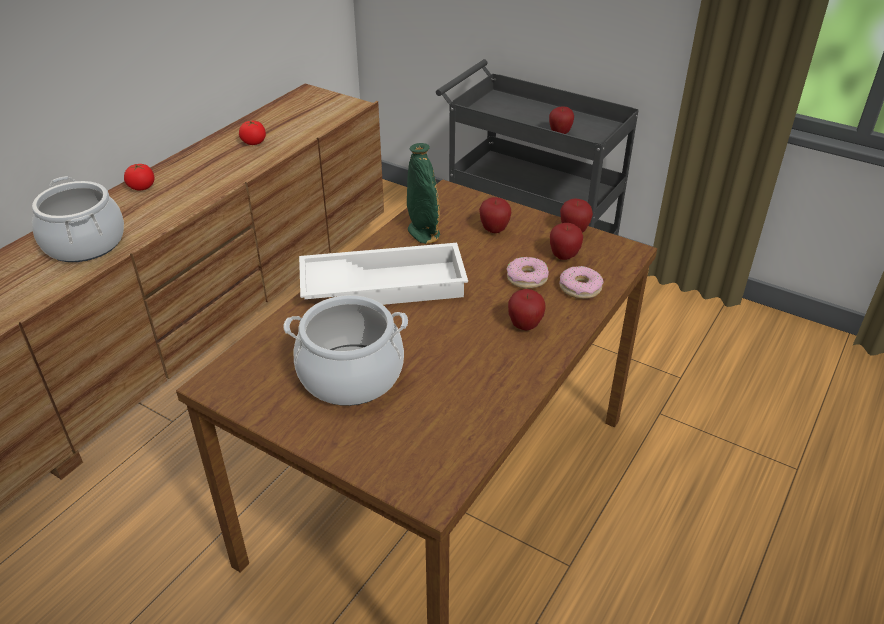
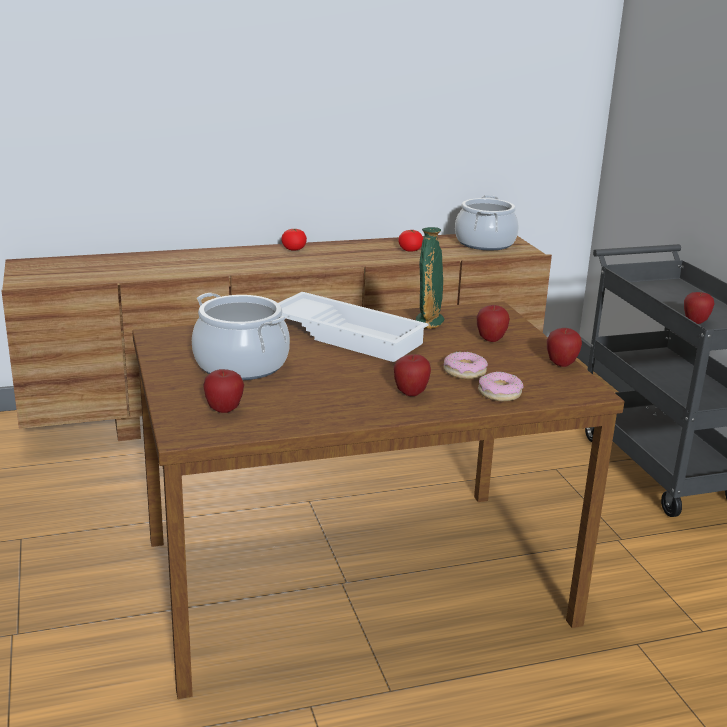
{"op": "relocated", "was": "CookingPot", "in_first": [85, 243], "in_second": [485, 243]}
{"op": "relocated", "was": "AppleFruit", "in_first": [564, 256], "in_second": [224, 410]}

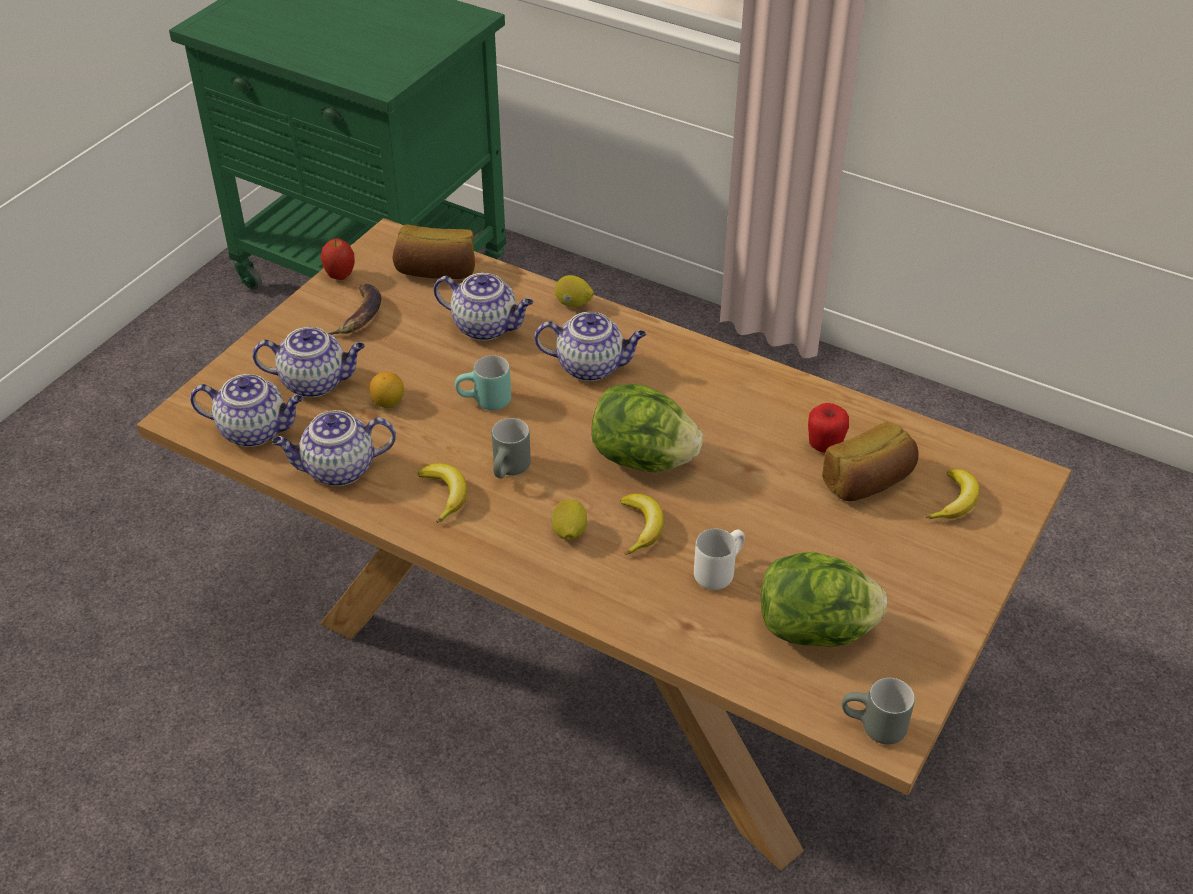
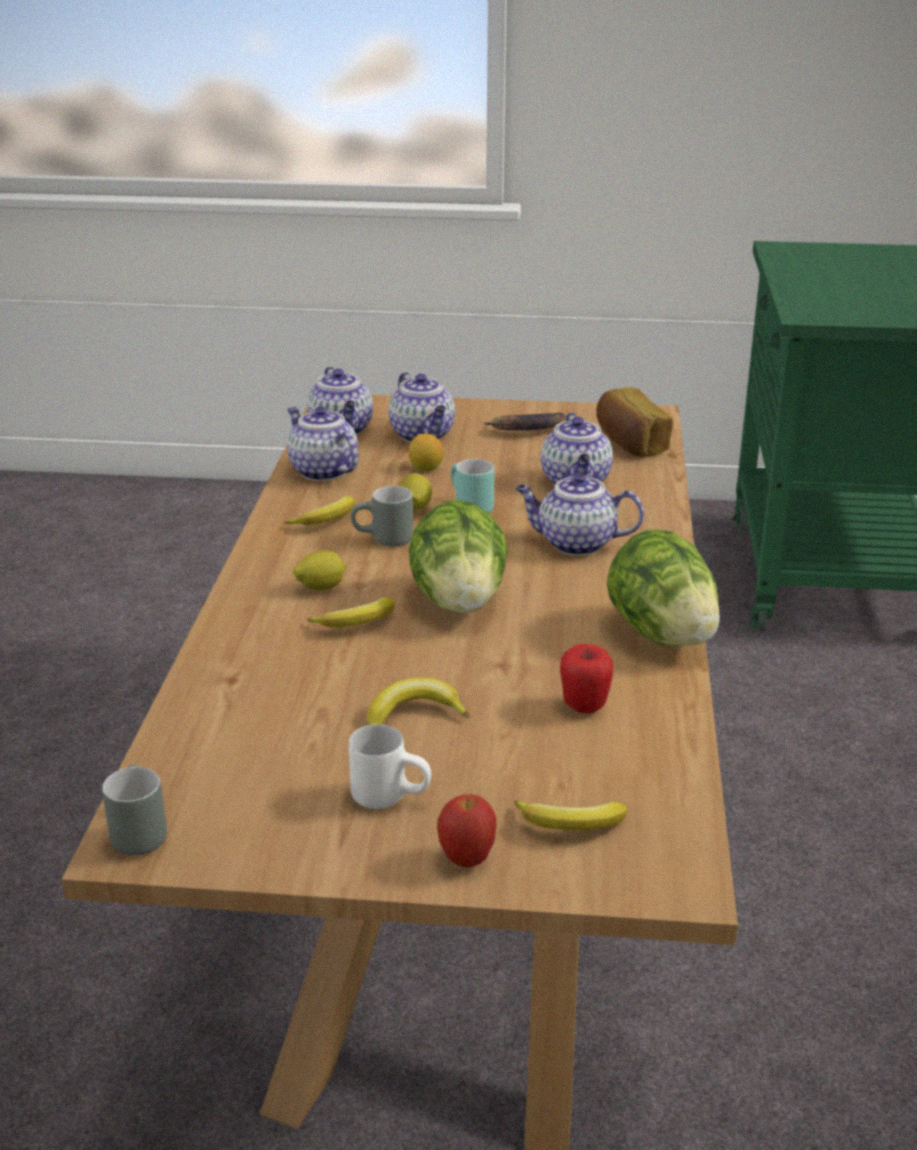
{"op": "missing", "was": "BakeryBread", "in_first": [869, 482]}
{"op": "appeared", "now": "Banana", "in_second": [414, 714]}
{"op": "relocated", "was": "AppleFruit", "in_first": [340, 276], "in_second": [467, 860]}
{"op": "relocated", "was": "Lemon", "in_first": [573, 304], "in_second": [414, 508]}
{"op": "relocated", "was": "WhitishMug", "in_first": [717, 570], "in_second": [391, 796]}
{"op": "relocated", "was": "LettuceHead", "in_first": [816, 630], "in_second": [662, 634]}
{"op": "spun", "was": "Teapot", "in_first": [591, 366], "in_second": [575, 544], "clockwise": 120}

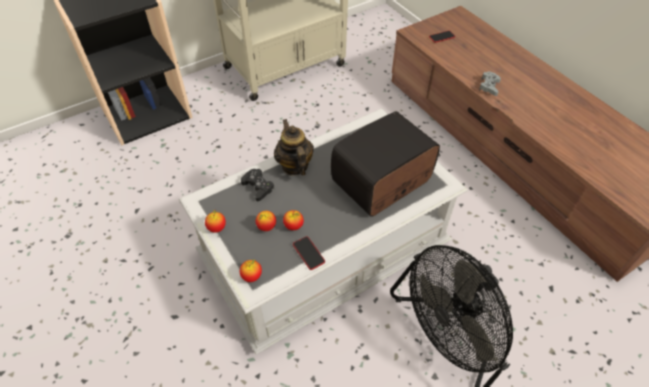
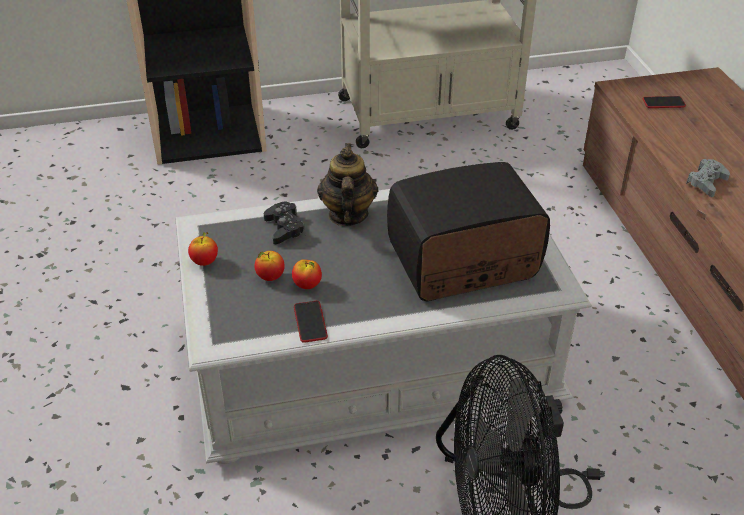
{"op": "missing", "was": "AppleFruit", "in_first": [252, 276]}

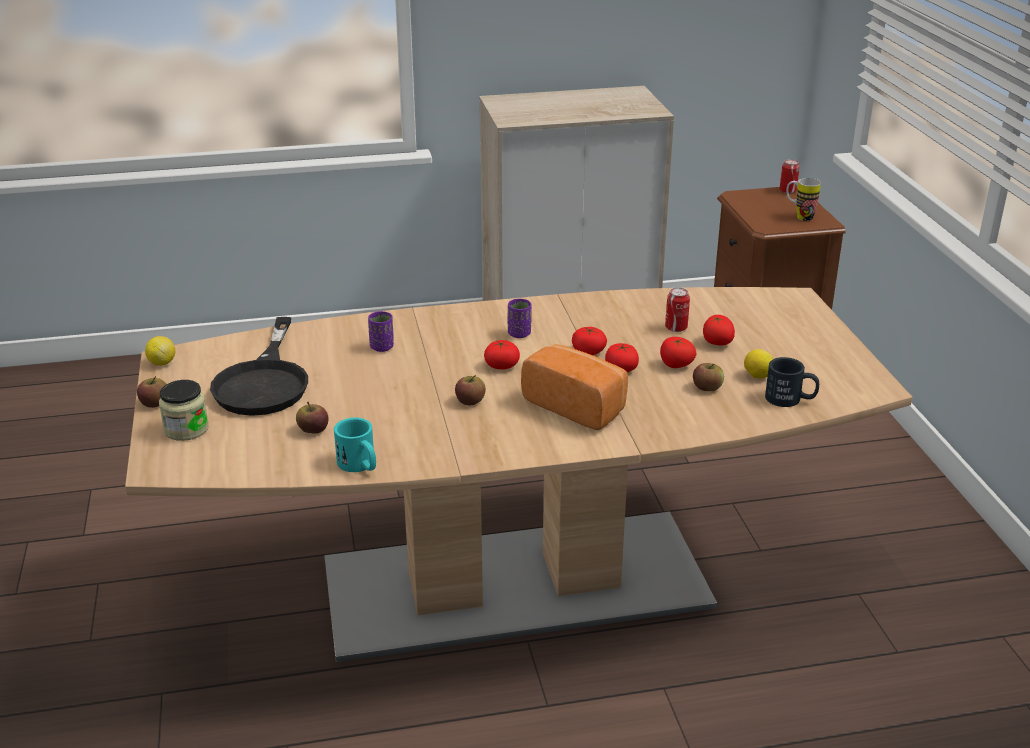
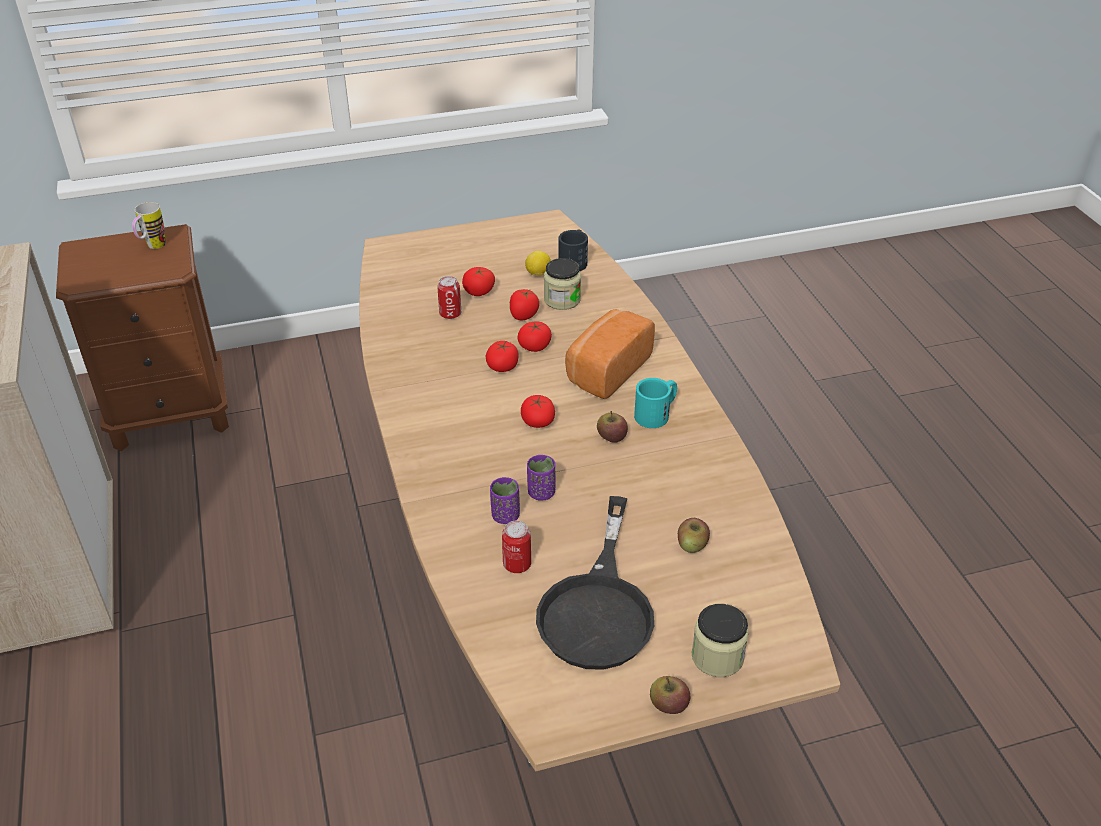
{"op": "missing", "was": "Lemon", "in_first": [162, 363]}
{"op": "relocated", "was": "BlueGreenMug", "in_first": [360, 465], "in_second": [657, 413]}
{"op": "relocated", "was": "PurpleColouredCup", "in_first": [519, 334], "in_second": [541, 493]}
{"op": "relocated", "was": "Can", "in_first": [787, 191], "in_second": [517, 564]}
{"op": "exchanged", "was": "AppleFruit", "now": "PreserveJar", "in_first": [707, 388], "in_second": [562, 300]}
{"op": "spun", "was": "BlackishPan", "in_first": [264, 381], "in_second": [598, 607], "clockwise": 105}

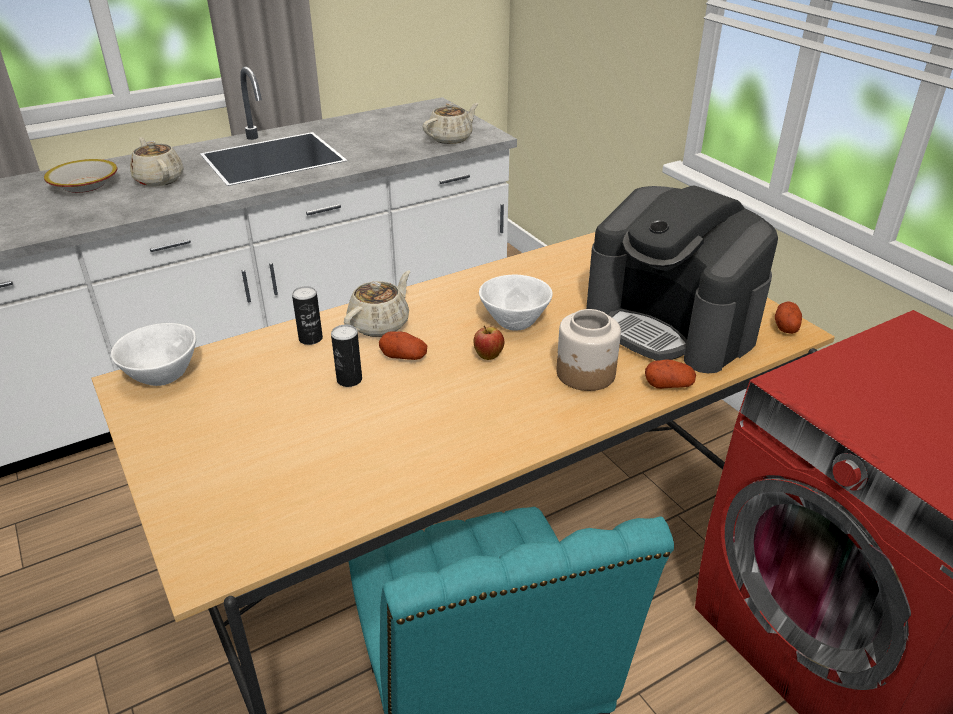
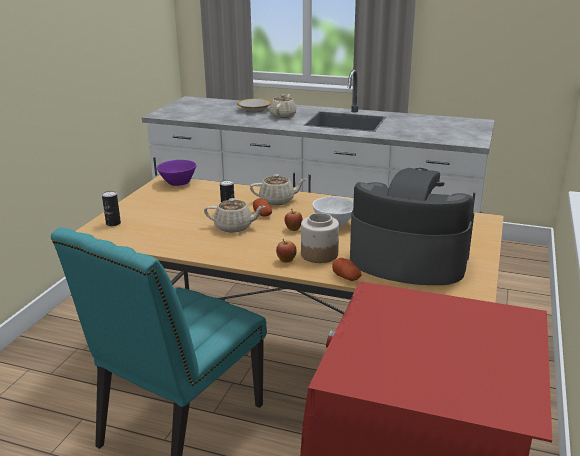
{"op": "missing", "was": "Spud", "in_first": [785, 326]}
{"op": "appeared", "now": "AppleFruit", "in_second": [286, 261]}
{"op": "relocated", "was": "Can", "in_first": [310, 338], "in_second": [113, 223]}
{"op": "relocated", "was": "BeigeColouredTeapot", "in_first": [451, 138], "in_second": [234, 227]}
{"op": "colour", "was": "WhitishBowl", "now": "PurpleColouredBowl", "in_first": [161, 374], "in_second": [178, 182]}
{"op": "spun", "was": "CoffeeMachine", "in_first": [671, 324], "in_second": [407, 260], "clockwise": 105}

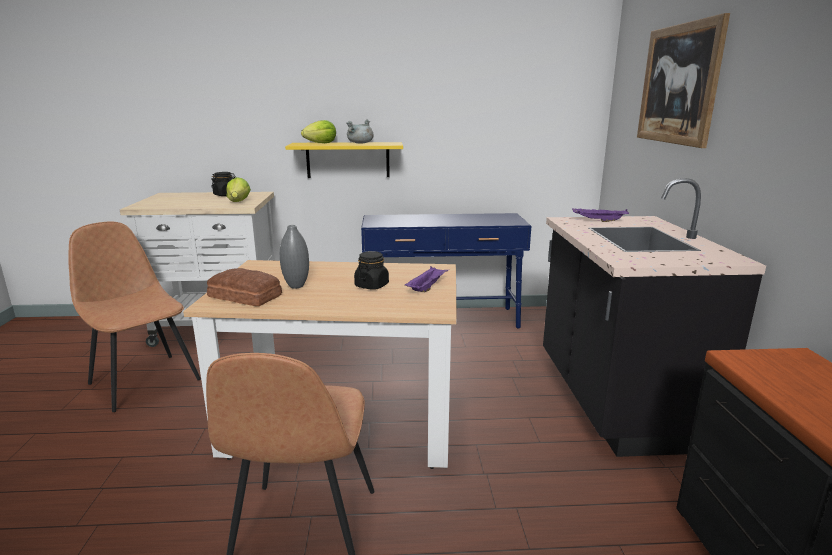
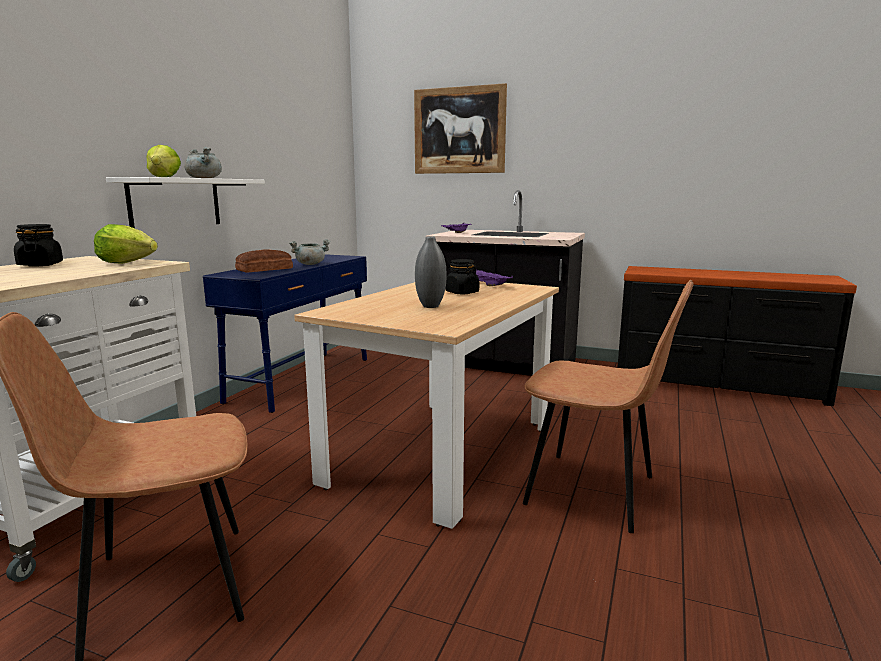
{"op": "appeared", "now": "GrayCookingPot", "in_second": [310, 264]}
{"op": "relocated", "was": "BakeryBread", "in_first": [244, 296], "in_second": [265, 269]}
{"op": "colour", "was": "YellowishBracketShelf", "now": "WhitishBracketShelf", "in_first": [348, 160], "in_second": [175, 203]}

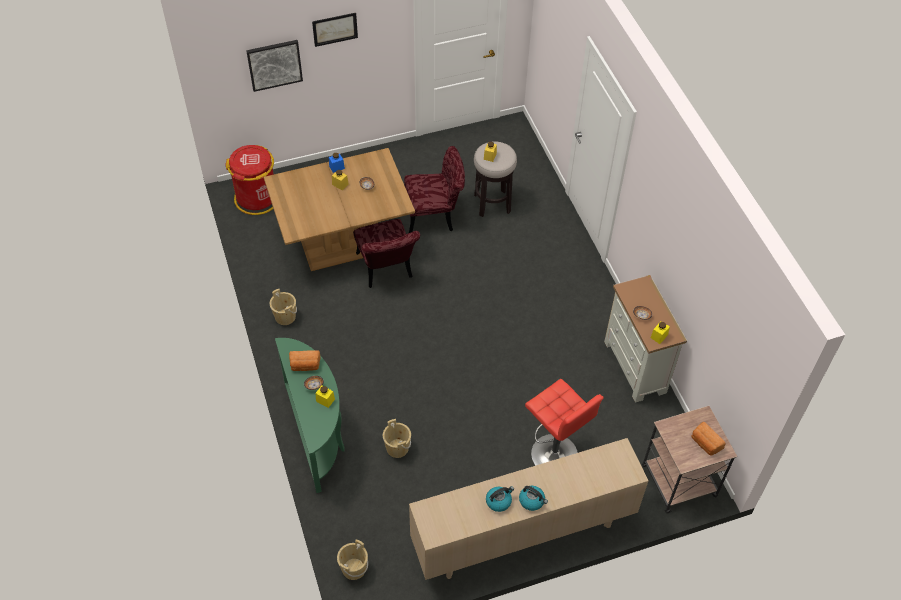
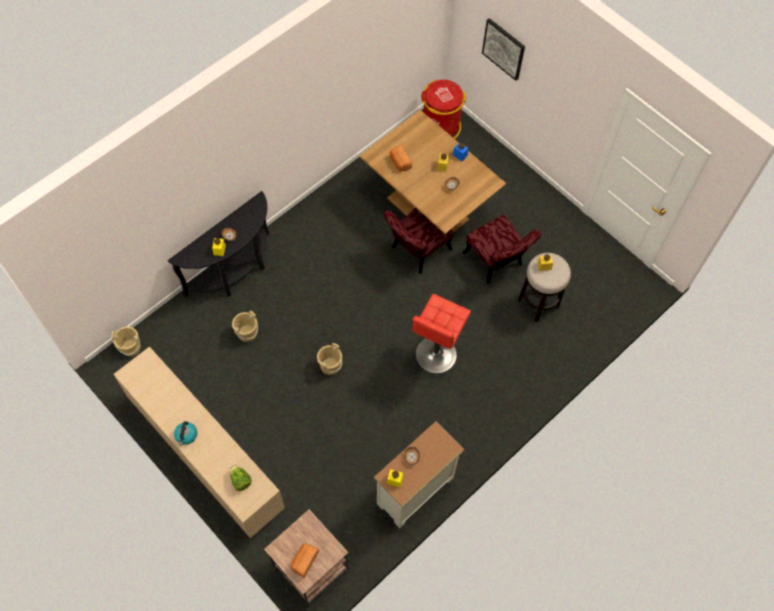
{"op": "missing", "was": "WallArt", "in_first": [335, 29]}
{"op": "missing", "was": "TeaKettle", "in_first": [499, 501]}
{"op": "appeared", "now": "LettuceHead", "in_second": [240, 480]}
{"op": "relocated", "was": "BeigeColouredBucket", "in_first": [285, 317], "in_second": [330, 366]}
{"op": "relocated", "was": "BakeryBread", "in_first": [305, 366], "in_second": [399, 162]}
{"op": "relocated", "was": "RedColouredStoolSeat", "in_first": [554, 455], "in_second": [435, 354]}
{"op": "colour", "was": "GreenNarrowTable", "now": "BlackishNarrowTable", "in_first": [317, 434], "in_second": [235, 272]}

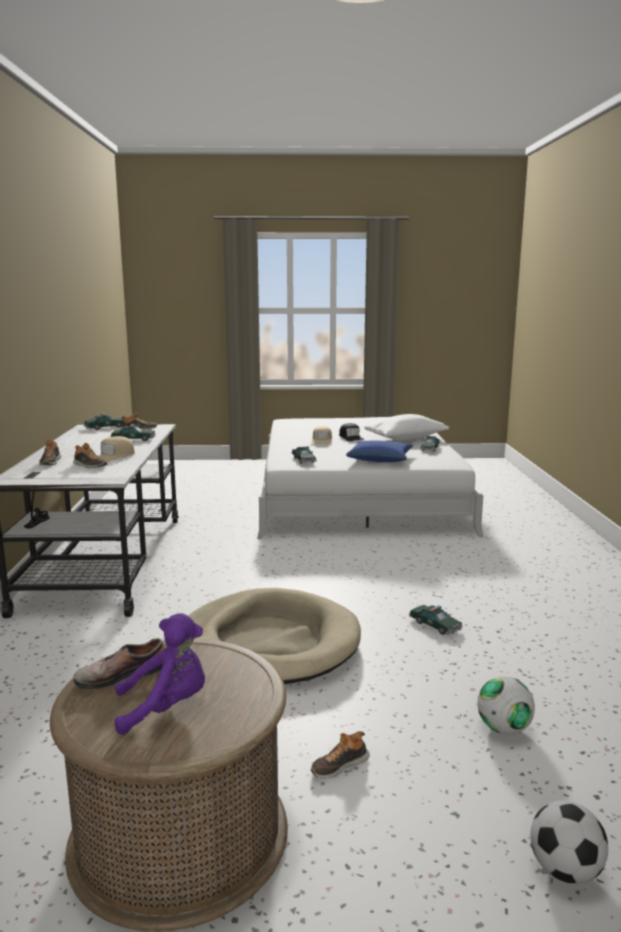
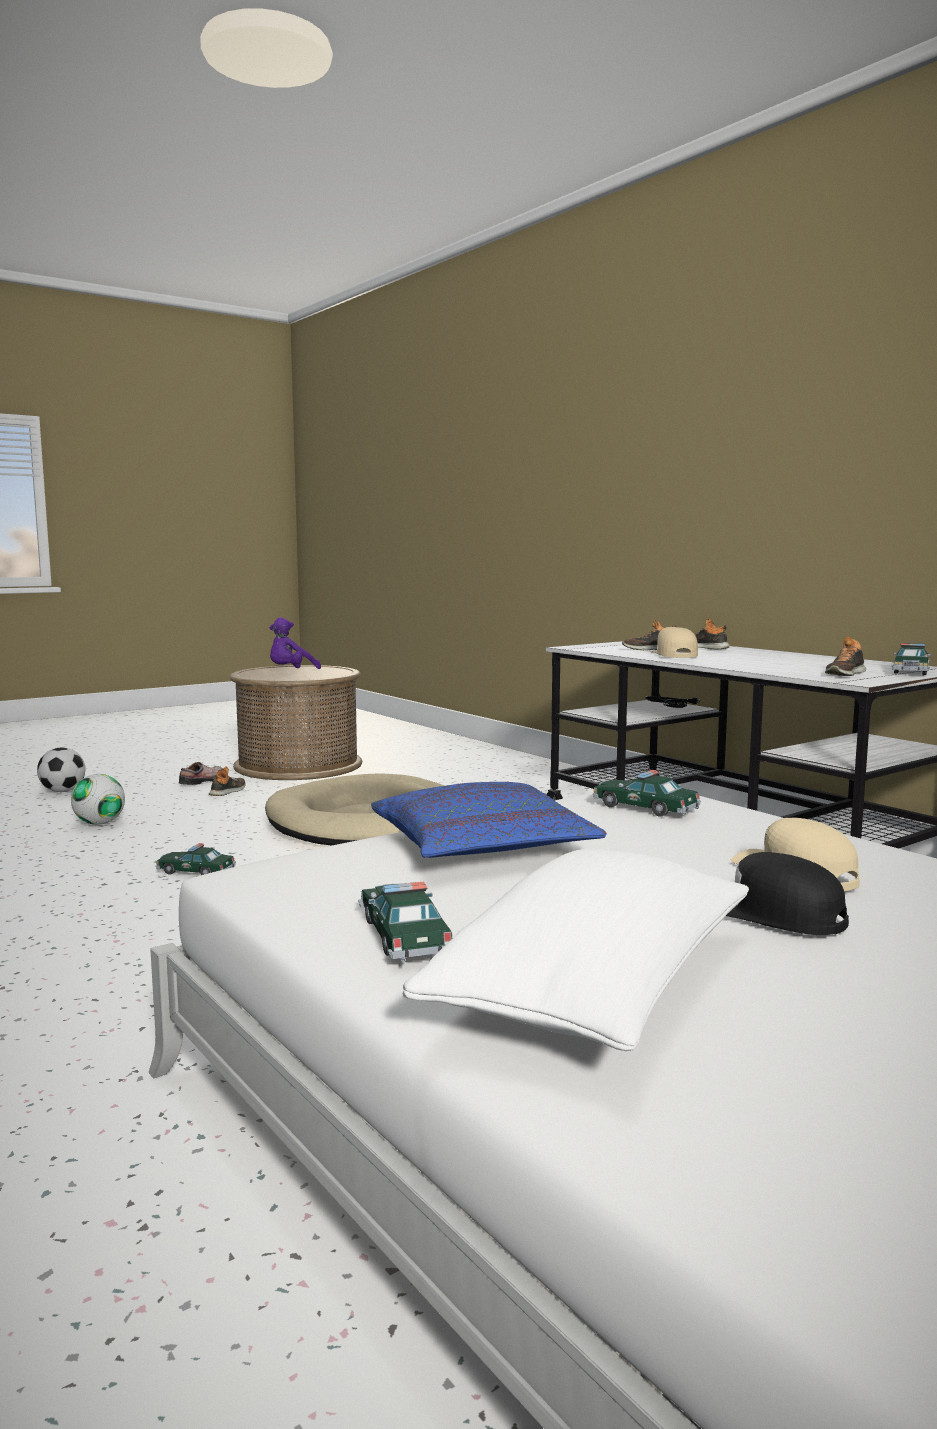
{"op": "missing", "was": "ToyCar", "in_first": [133, 439]}
{"op": "relocated", "was": "LowShoe", "in_first": [120, 674], "in_second": [204, 781]}

